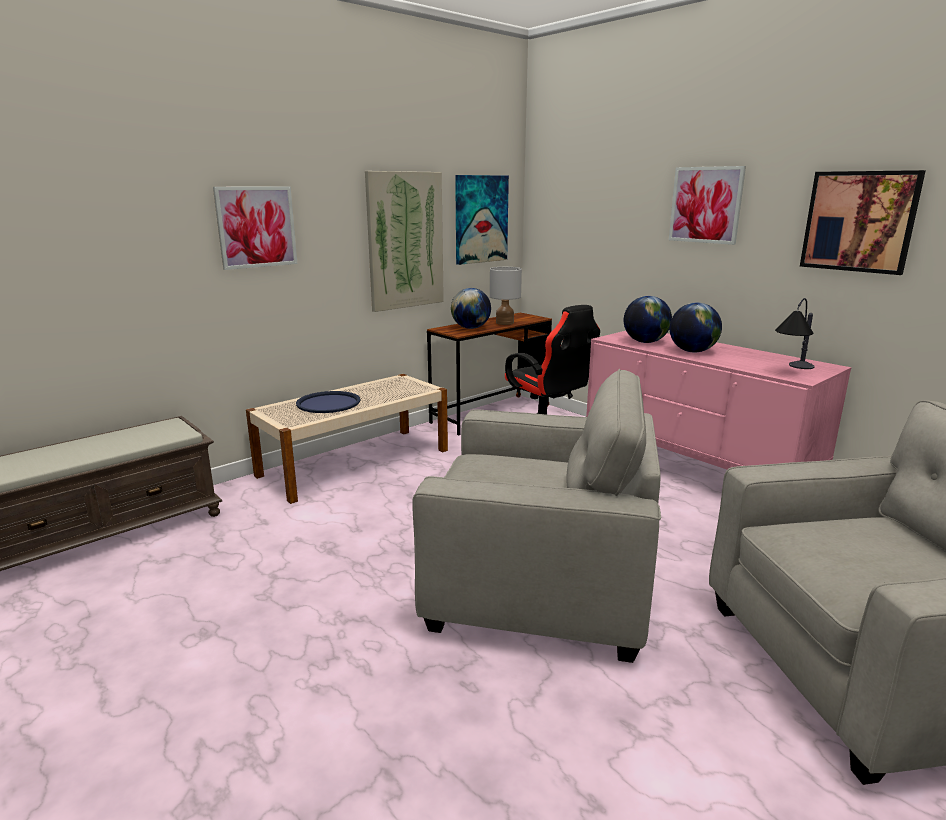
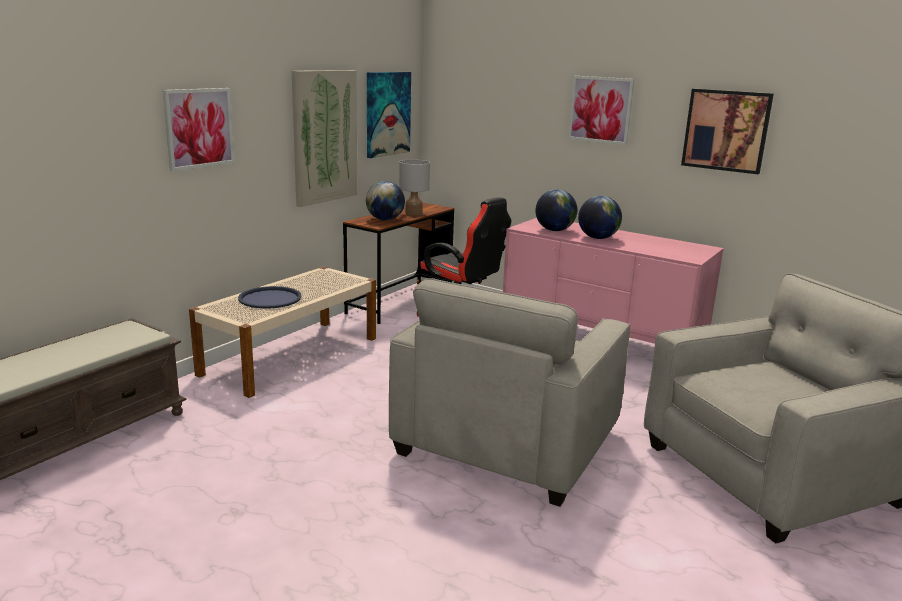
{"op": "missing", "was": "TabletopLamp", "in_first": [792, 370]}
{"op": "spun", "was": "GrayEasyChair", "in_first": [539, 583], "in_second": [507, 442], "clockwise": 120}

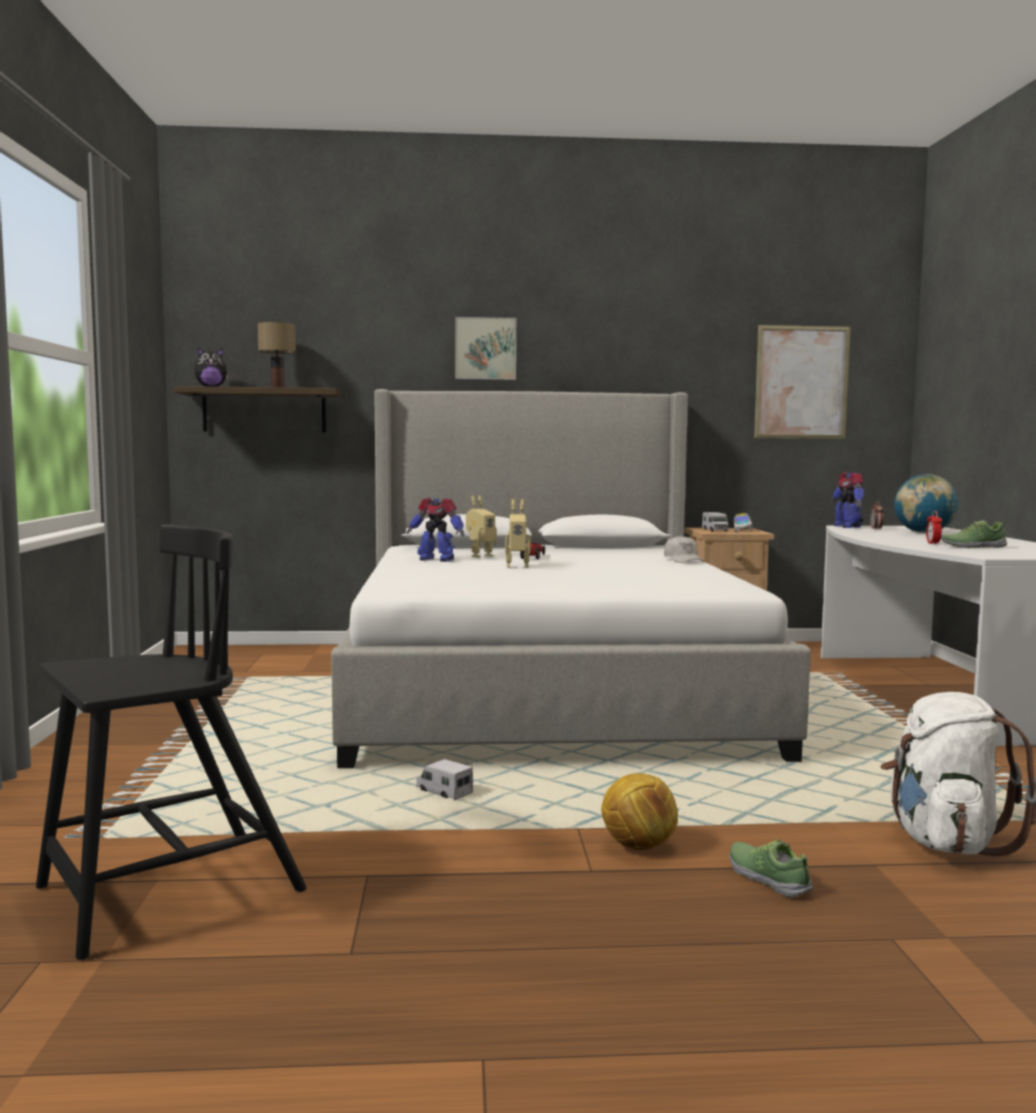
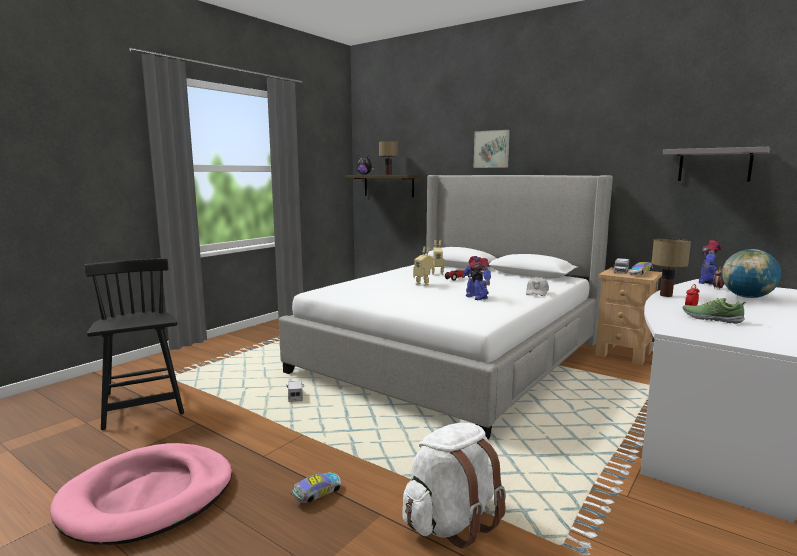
{"op": "missing", "was": "BallForFootball", "in_first": [637, 846]}
{"op": "appeared", "now": "PinkColouredDogCushion", "in_second": [148, 497]}
{"op": "appeared", "now": "TabletopLamp", "in_second": [666, 295]}
{"op": "relocated", "was": "RobotFigure", "in_first": [436, 559], "in_second": [476, 297]}
{"op": "exchanged", "was": "LowShoe", "now": "ToyCar", "in_first": [768, 878], "in_second": [317, 495]}
{"op": "exchanged", "was": "WallArt", "now": "GrayBracketShelf", "in_first": [801, 382], "in_second": [714, 165]}
{"op": "spun", "was": "BlackishPlainChair", "in_first": [165, 891], "in_second": [143, 405], "clockwise": -120}

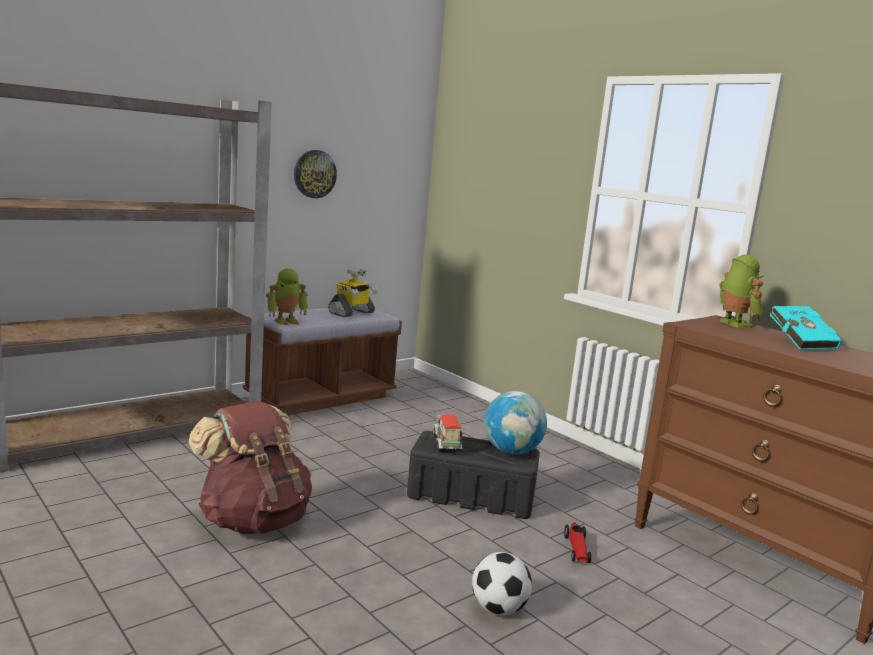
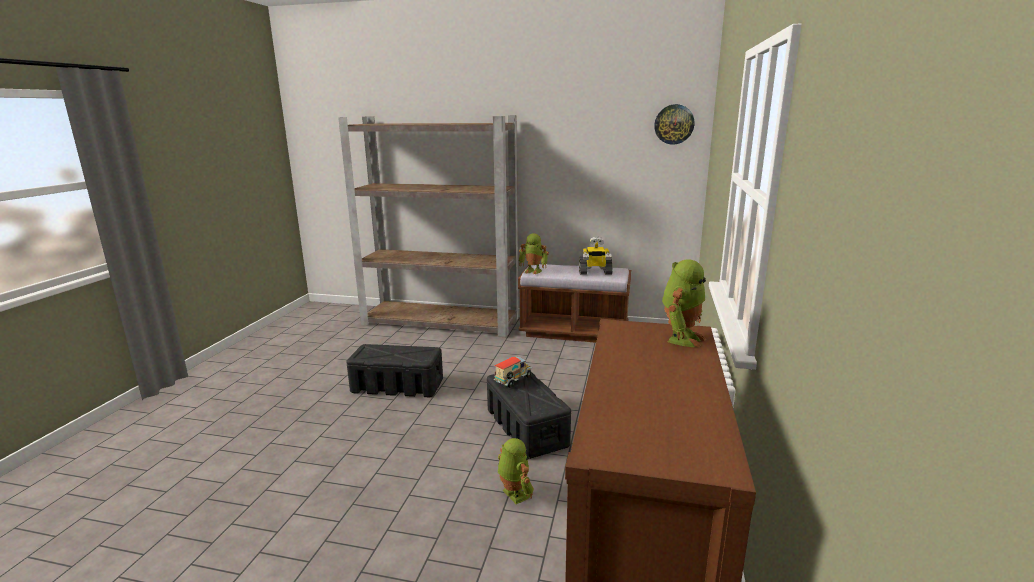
{"op": "missing", "was": "BallForFootball", "in_first": [498, 609]}
{"op": "missing", "was": "Globe", "in_first": [511, 451]}
{"op": "missing", "was": "BlueGreenVolume", "in_first": [800, 343]}
{"op": "relocated", "was": "ClockOnTheWall", "in_first": [314, 174], "in_second": [674, 124]}
{"op": "exchanged", "was": "BrownishRucksack", "now": "BlackishStorageContainer", "in_first": [253, 520], "in_second": [398, 385]}
{"op": "exchanged", "was": "ToyCar", "now": "RobotFigure", "in_first": [577, 549], "in_second": [514, 494]}

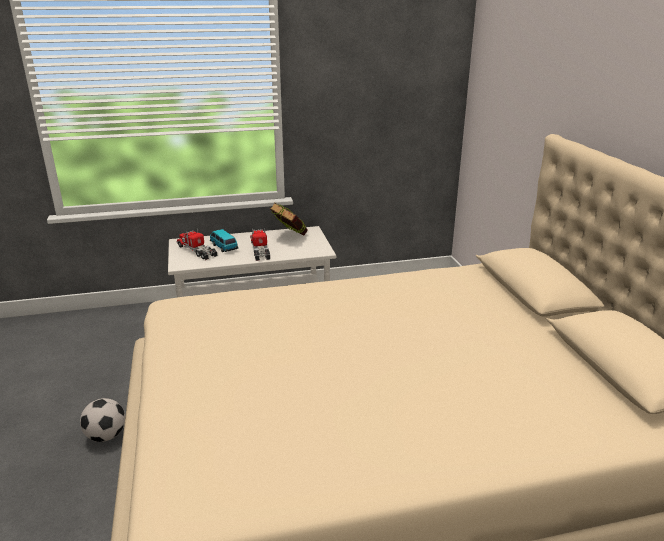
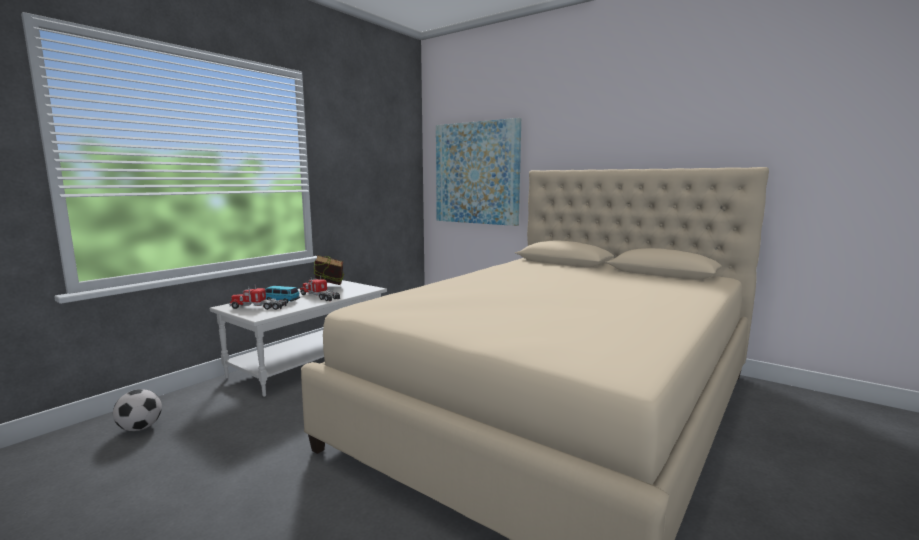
{"op": "appeared", "now": "WallArt", "in_second": [476, 173]}
{"op": "relocated", "was": "BallForFootball", "in_first": [106, 436], "in_second": [140, 428]}

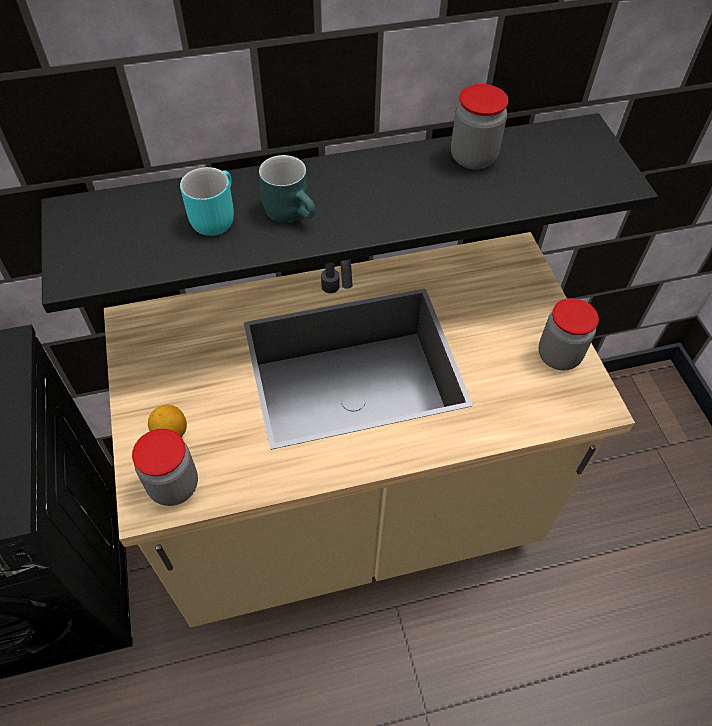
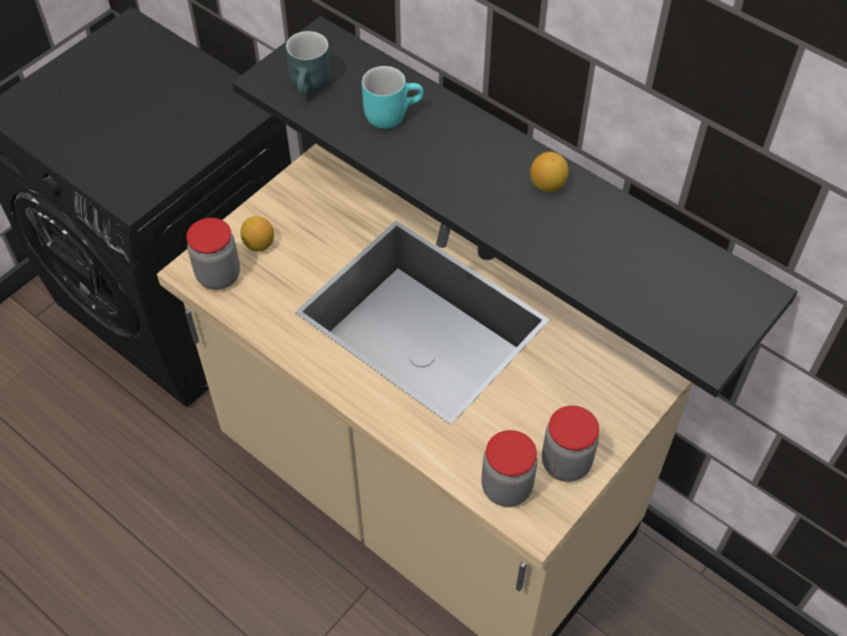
{"op": "appeared", "now": "Lemon", "in_second": [547, 185]}
{"op": "relocated", "was": "BlueGreenMug", "in_first": [293, 212], "in_second": [312, 85]}
{"op": "relocated", "was": "PreserveJar", "in_first": [473, 158], "in_second": [506, 487]}

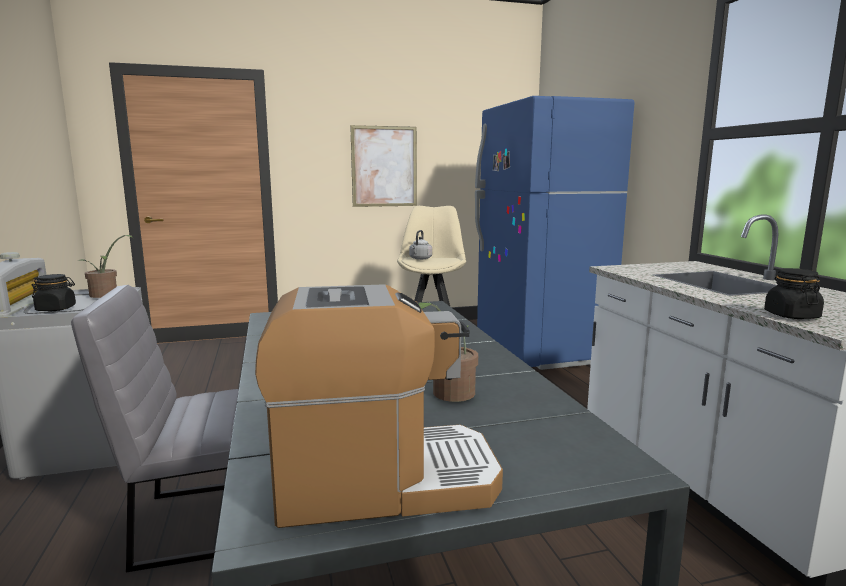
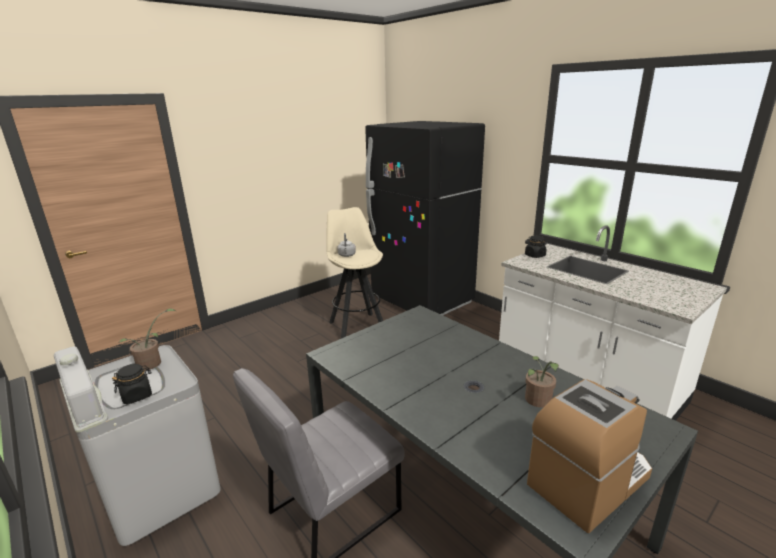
{"op": "missing", "was": "WallArt", "in_first": [384, 166]}
{"op": "relocated", "was": "BlackishPreserveJar", "in_first": [791, 315], "in_second": [535, 255]}
{"op": "colour", "was": "BlueKitchenFridge", "now": "BlackishKitchenFridge", "in_first": [540, 350], "in_second": [422, 300]}

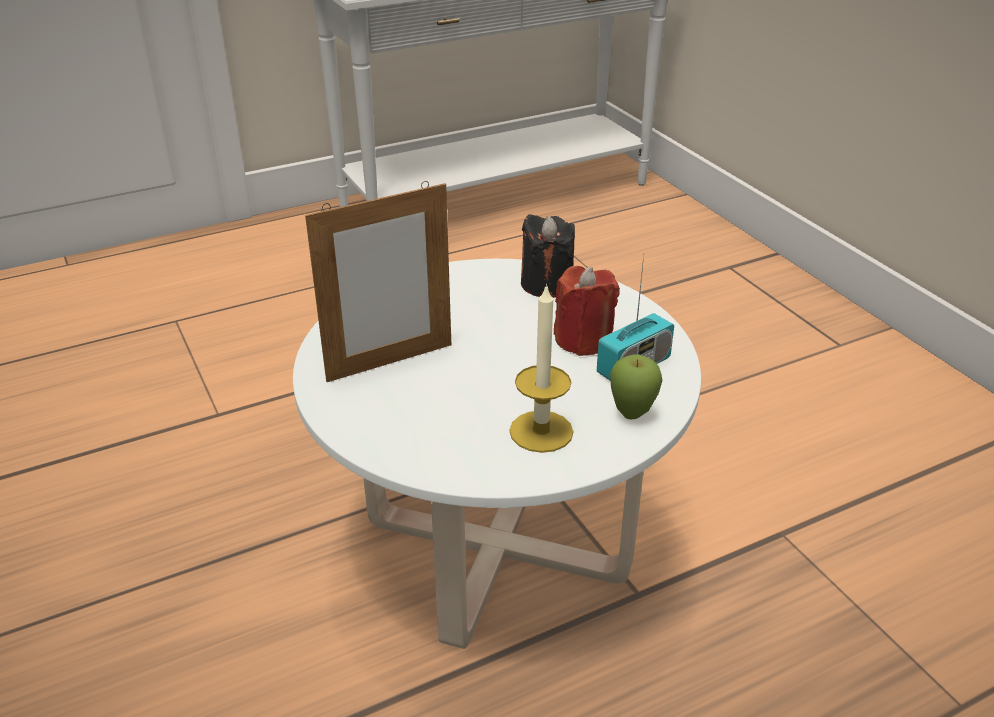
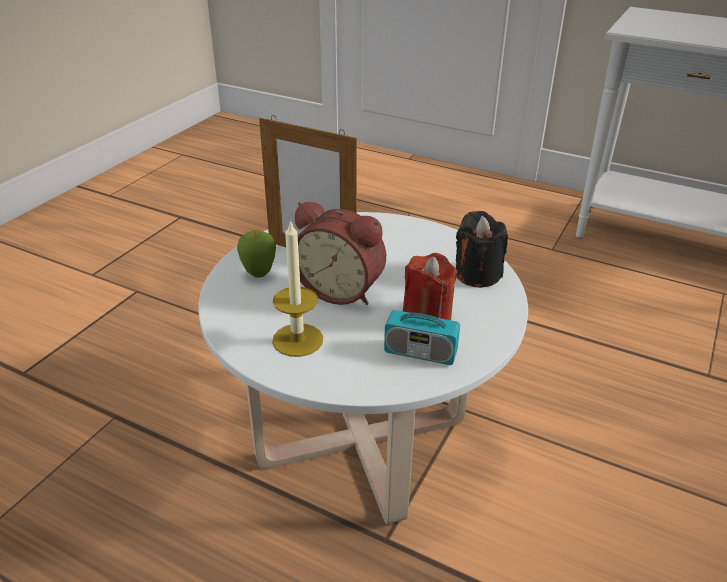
{"op": "appeared", "now": "AlarmClock", "in_second": [341, 289]}
{"op": "relocated", "was": "AppleFruit", "in_first": [632, 415], "in_second": [259, 275]}

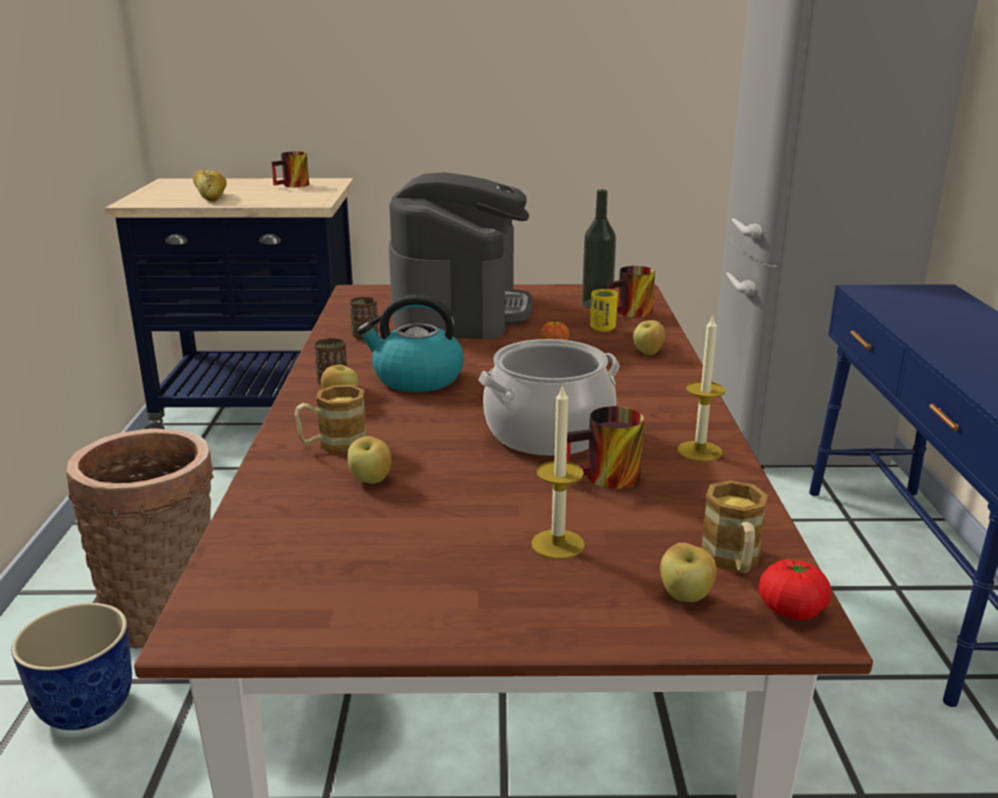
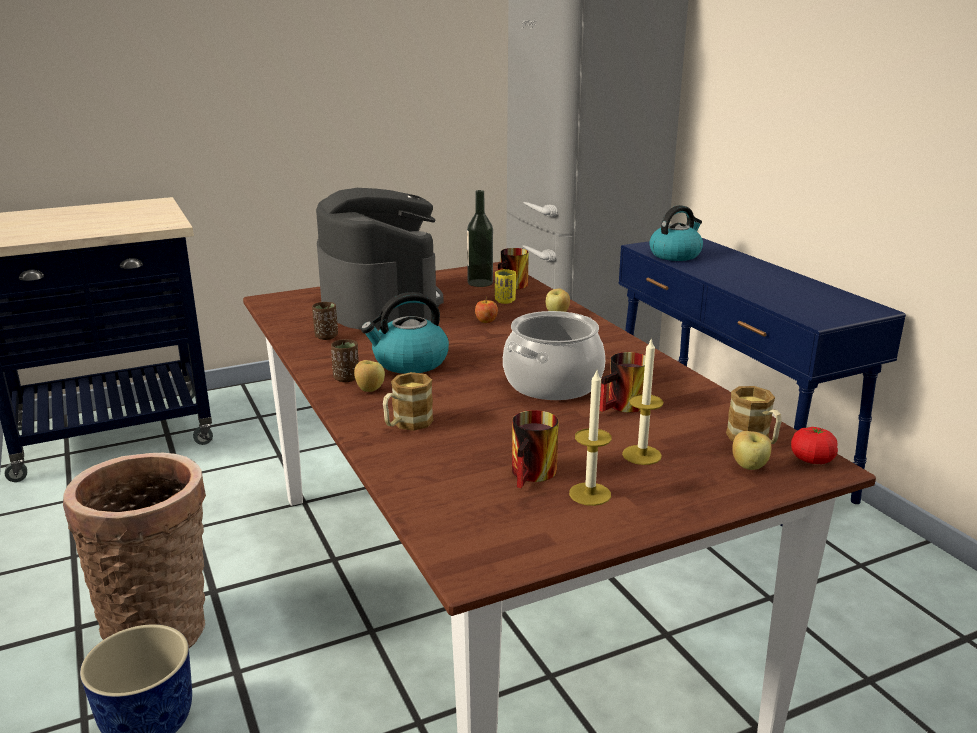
{"op": "missing", "was": "BakeryBread", "in_first": [211, 196]}
{"op": "missing", "was": "AppleFruit", "in_first": [371, 480]}
{"op": "appeared", "now": "TeaKettle", "in_second": [675, 255]}
{"op": "relocated", "was": "Mug", "in_first": [293, 186], "in_second": [535, 475]}
{"op": "relocated", "was": "Candle", "in_first": [699, 451], "in_second": [590, 494]}

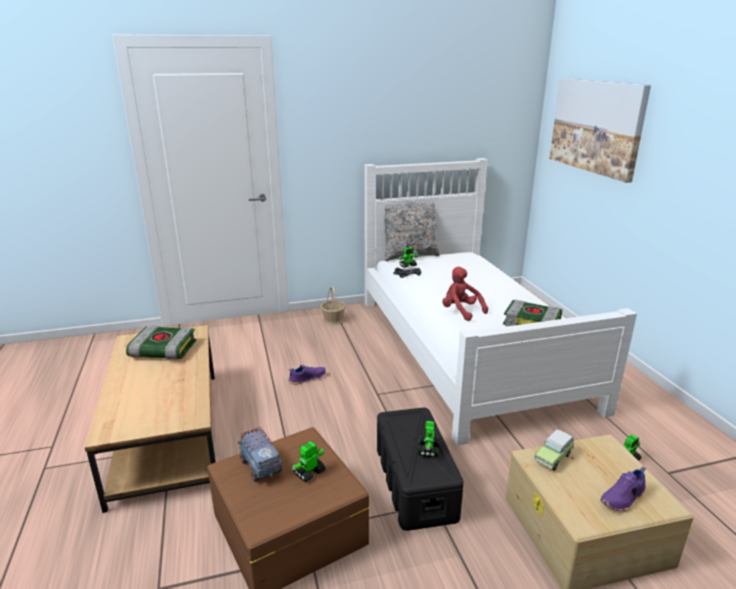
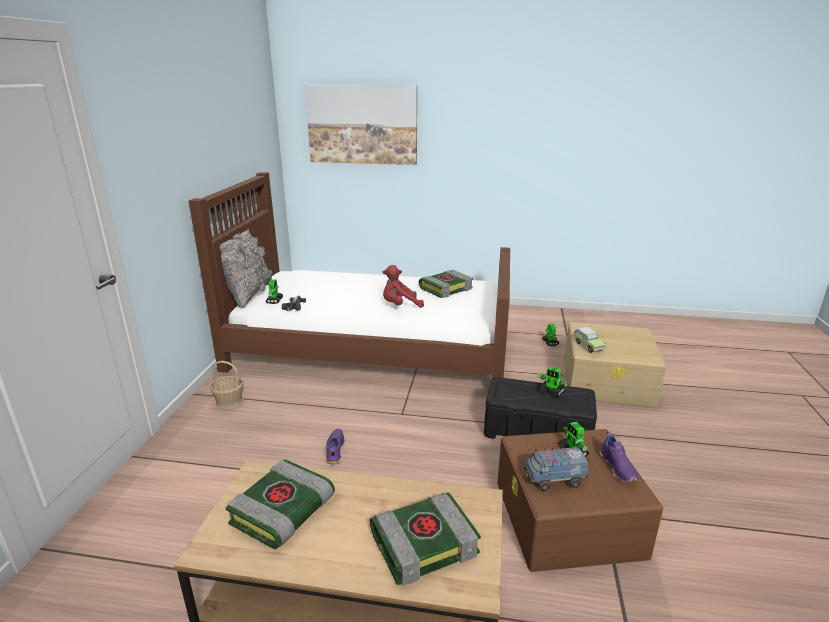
{"op": "appeared", "now": "Volume", "in_second": [424, 542]}
{"op": "relocated", "was": "PurpleColouredLowShoe", "in_first": [623, 499], "in_second": [618, 467]}
{"op": "colour", "was": "WhitishBedroomBed", "now": "BrownishBedroomBed", "in_first": [466, 348], "in_second": [370, 348]}

